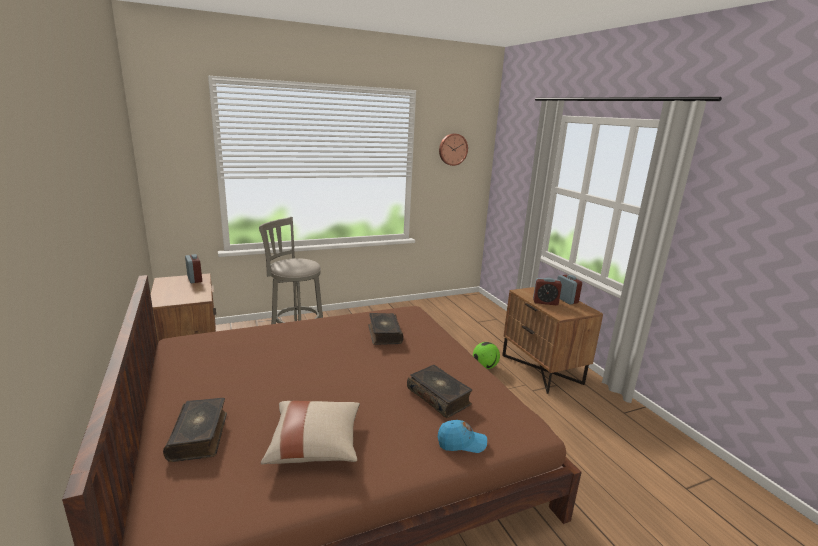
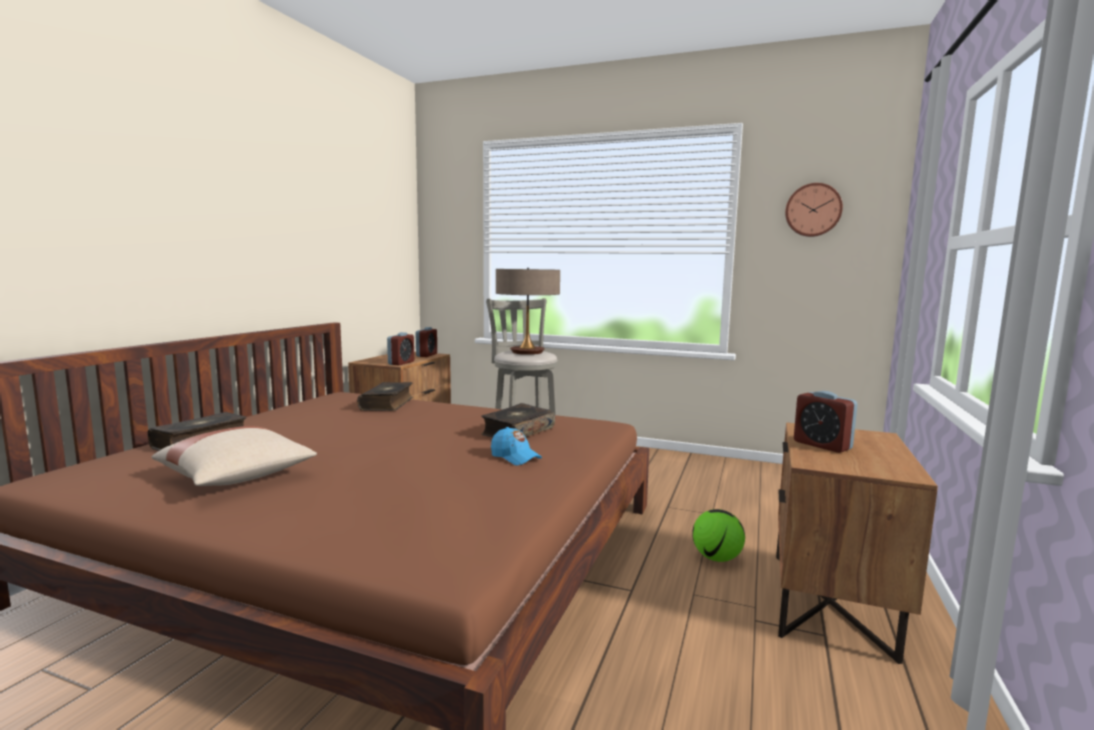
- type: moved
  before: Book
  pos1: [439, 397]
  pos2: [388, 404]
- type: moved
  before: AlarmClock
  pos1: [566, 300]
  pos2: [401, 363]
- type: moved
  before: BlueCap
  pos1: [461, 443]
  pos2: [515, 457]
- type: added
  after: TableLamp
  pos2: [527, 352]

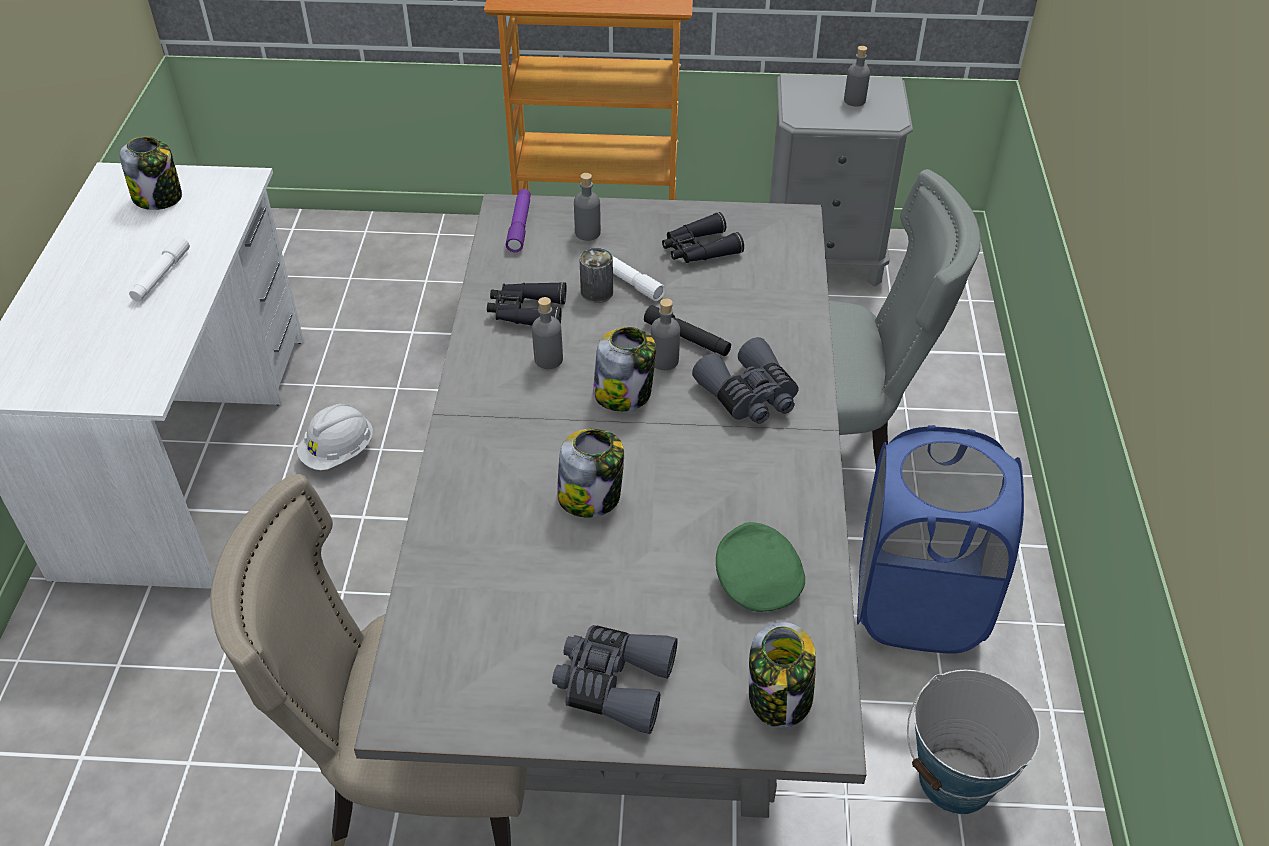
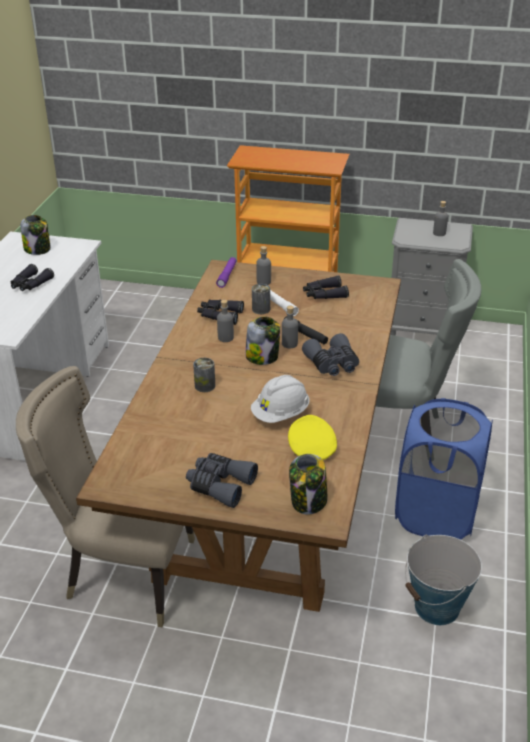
- type: replaced
  before: WhiteFlashlight
  after: BlackBinoculars
  pos1: [161, 276]
  pos2: [30, 284]
- type: recoloured
  before: GreyDiningTable
  after: BrownDiningTable
  pos1: [633, 603]
  pos2: [266, 495]
- type: added
  after: Can
  pos2: [205, 386]
- type: moved
  before: WhiteHardHat
  pos1: [338, 452]
  pos2: [281, 414]
- type: recoloured
  before: GreenCap
  after: YellowCap
  pos1: [755, 579]
  pos2: [311, 447]
- type: removed
  before: Jar
  pos1: [591, 497]

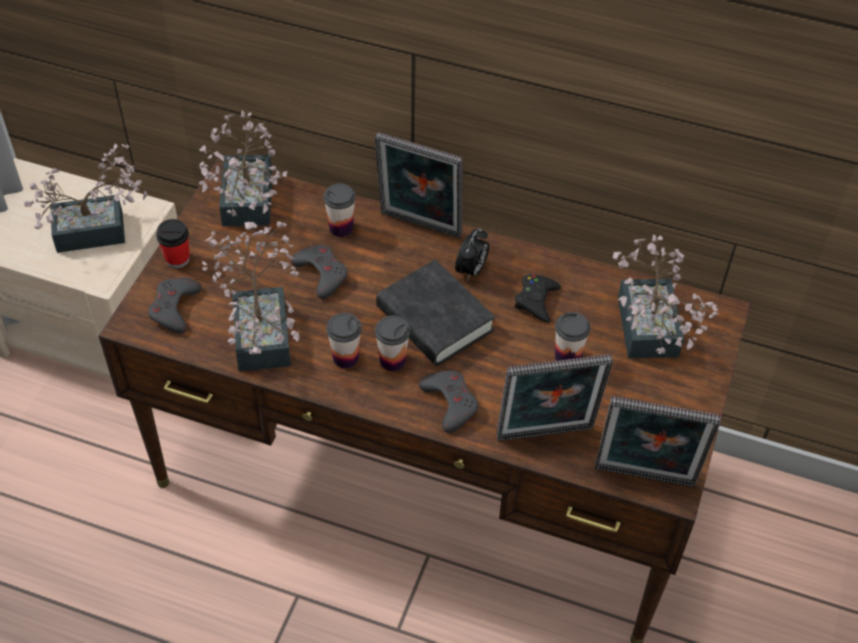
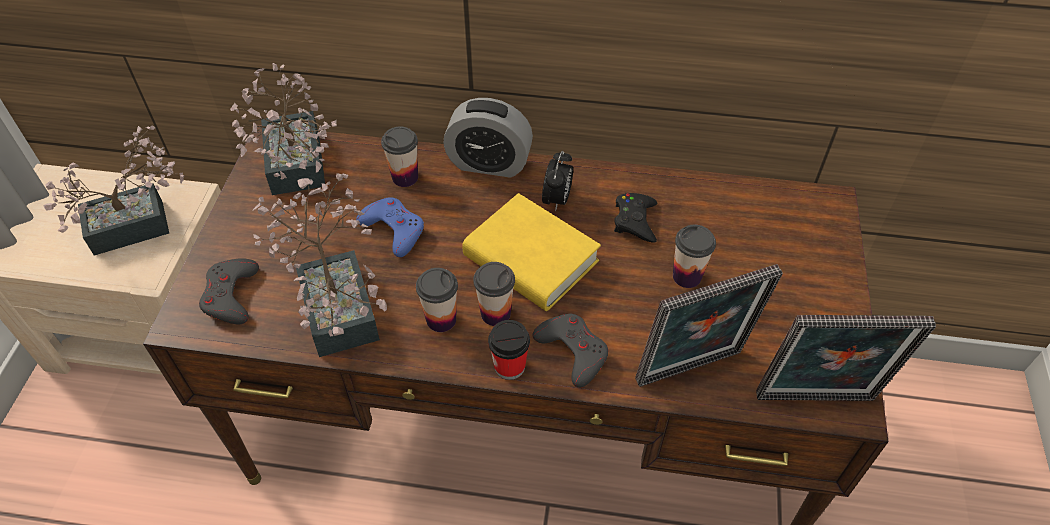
- type: recoloured
  before: GreyGameController
  after: BlueGameController
  pos1: [321, 274]
  pos2: [394, 229]
- type: replaced
  before: PictureFrame
  after: AlarmClock
  pos1: [419, 227]
  pos2: [489, 163]
- type: recoloured
  before: BlackBook
  after: YellowBook
  pos1: [434, 319]
  pos2: [531, 259]
- type: moved
  before: Cup
  pos1: [177, 259]
  pos2: [509, 366]
- type: removed
  before: PottedPlant
  pos1: [648, 335]

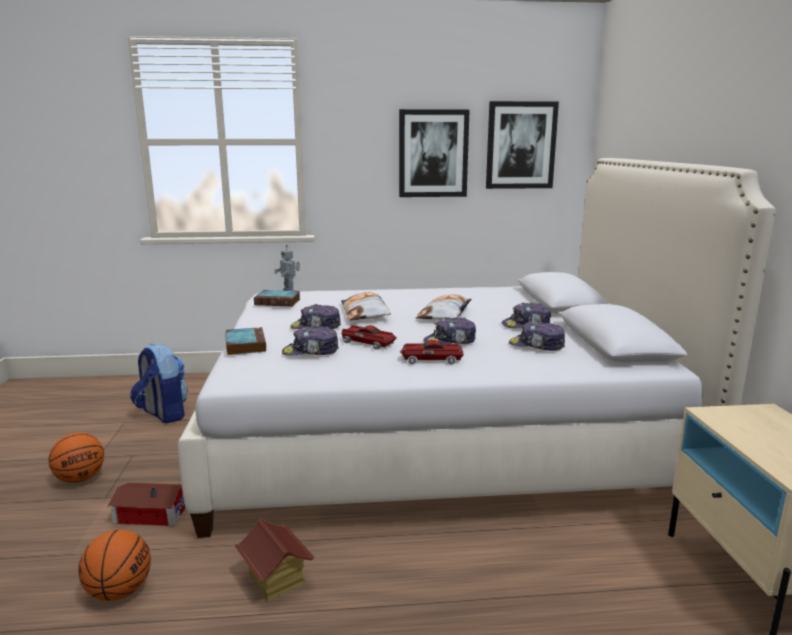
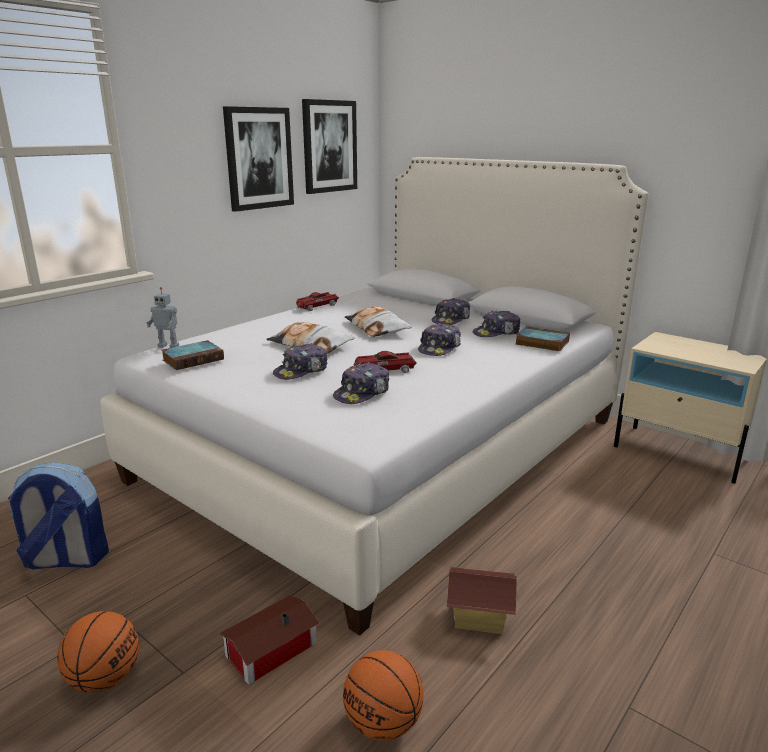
- type: moved
  before: ToyCar
  pos1: [431, 359]
  pos2: [317, 306]
- type: moved
  before: Book
  pos1: [245, 345]
  pos2: [540, 343]

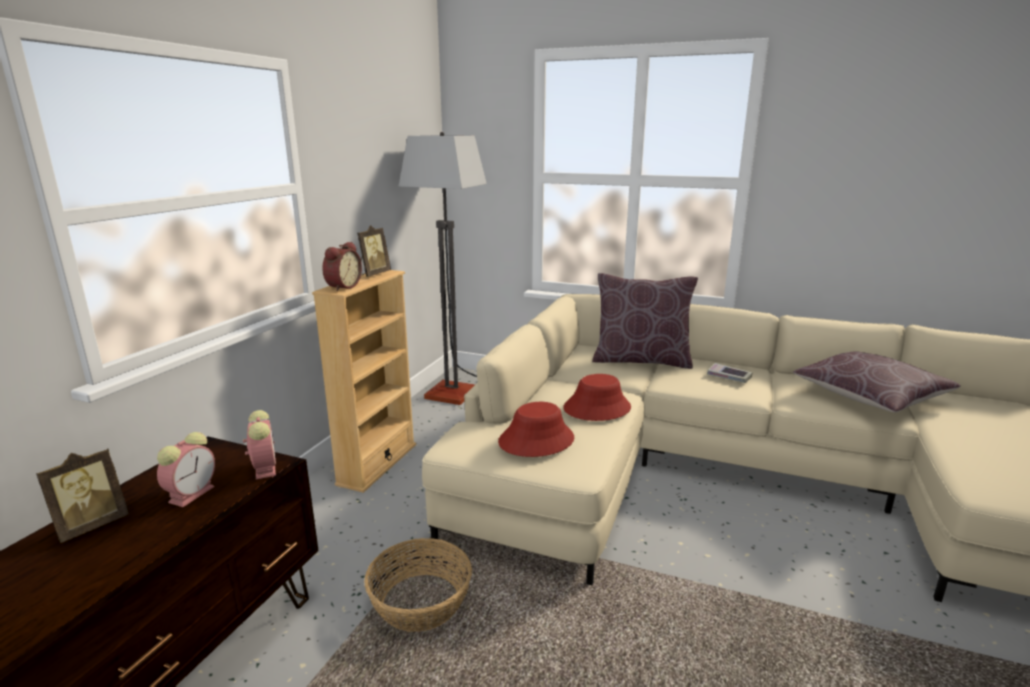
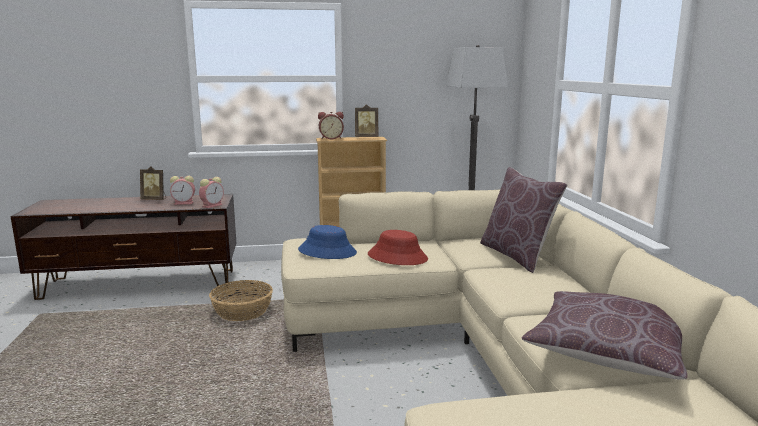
- type: recoloured
  before: RedHat
  after: BlueHat
  pos1: [536, 440]
  pos2: [327, 251]
- type: removed
  before: Book
  pos1: [729, 377]

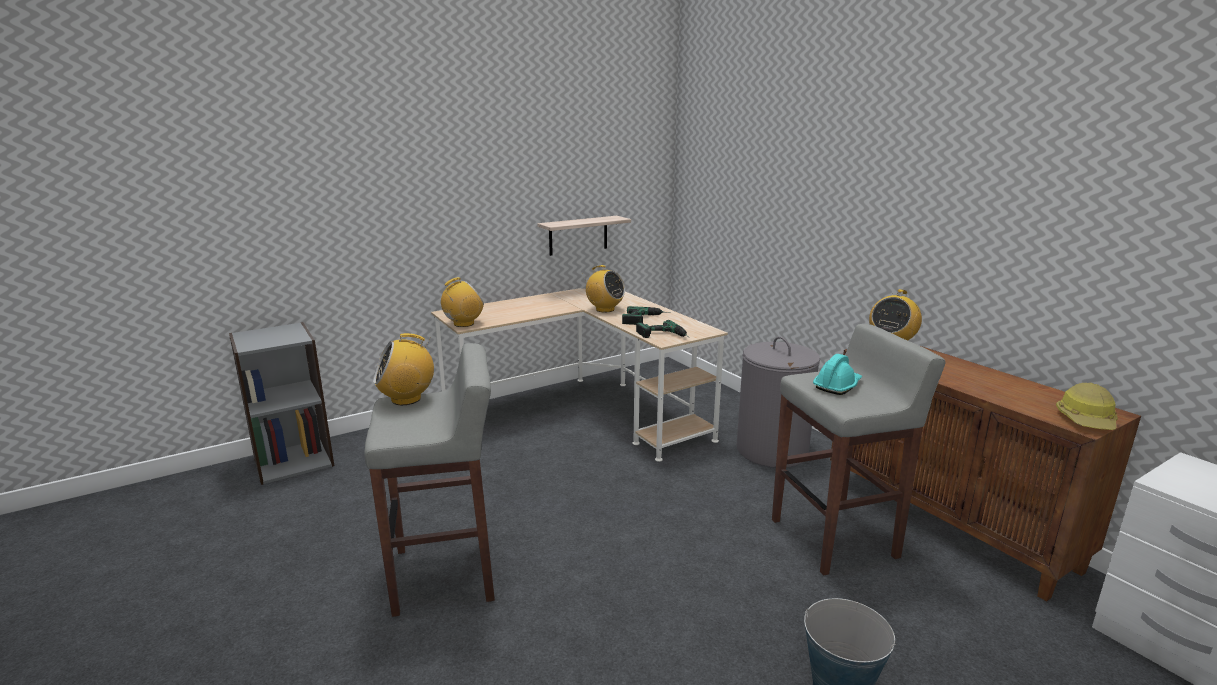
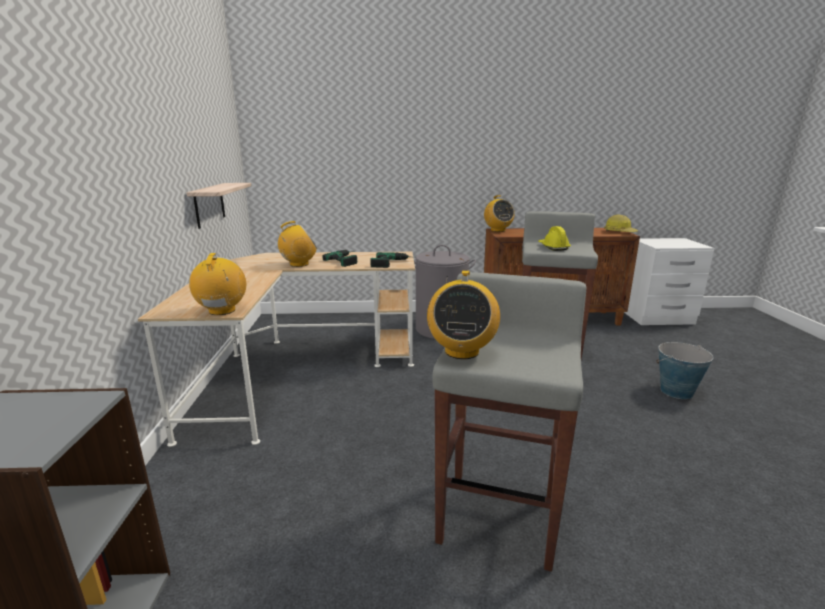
- type: recoloured
  before: TurquoiseHardHat
  after: YellowHardHat
  pos1: [837, 386]
  pos2: [553, 247]

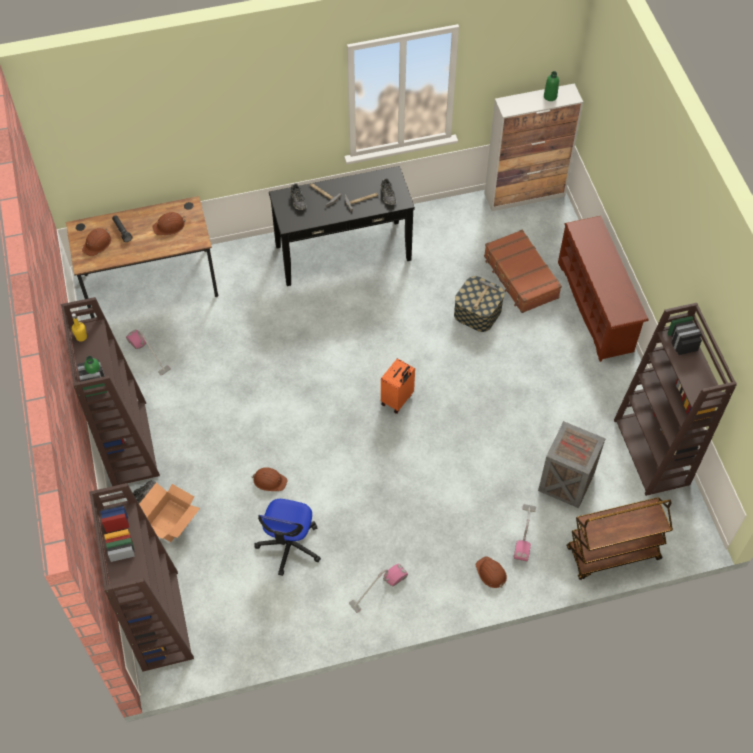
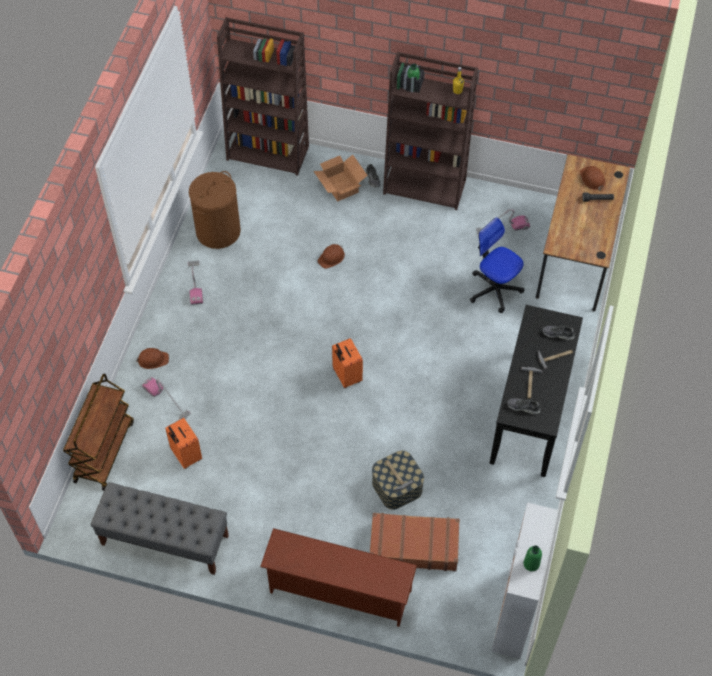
- type: replaced
  before: BrownBookcase
  after: GreyBench
  pos1: [652, 452]
  pos2: [164, 540]
- type: replaced
  before: Crate
  after: OrangeSuitcase
  pos1: [566, 483]
  pos2: [185, 456]
- type: added
  after: BrownLaundryBasket
  pos2: [218, 231]
- type: moved
  before: OfficeChair
  pos1: [289, 545]
  pos2: [495, 289]
- type: removed
  before: BrownHardHat
  pos1: [169, 226]

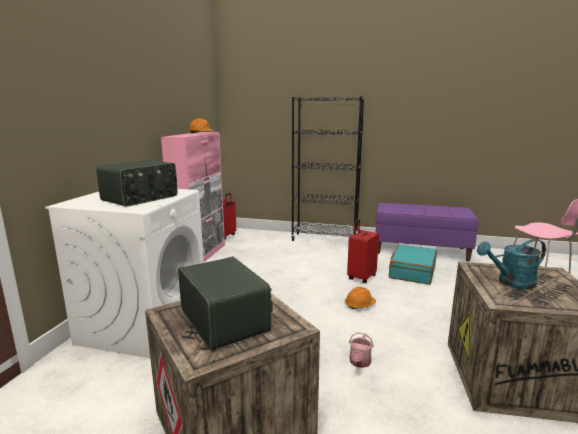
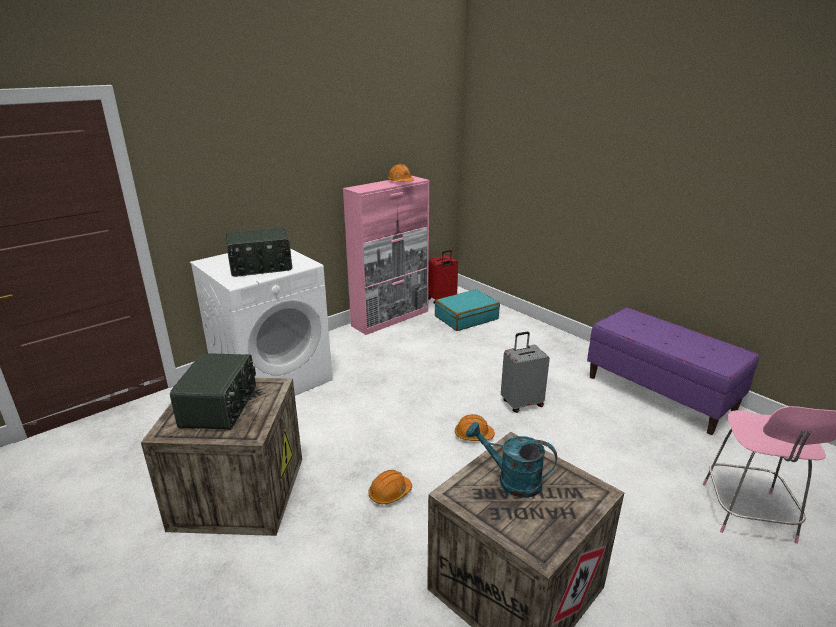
- type: replaced
  before: WateringCan
  after: OrangeHardHat
  pos1: [359, 363]
  pos2: [390, 493]
- type: moved
  before: TurquoiseSuitcase
  pos1: [412, 271]
  pos2: [466, 317]
- type: recoloured
  before: RedSuitcase
  after: GreySuitcase
  pos1: [361, 277]
  pos2: [521, 403]
- type: removed
  before: BlackBookcase
  pos1: [325, 239]

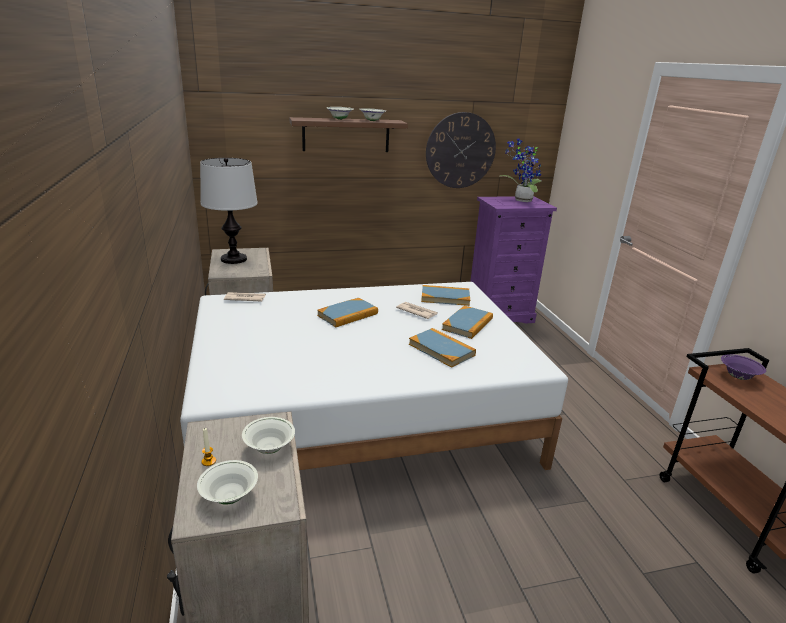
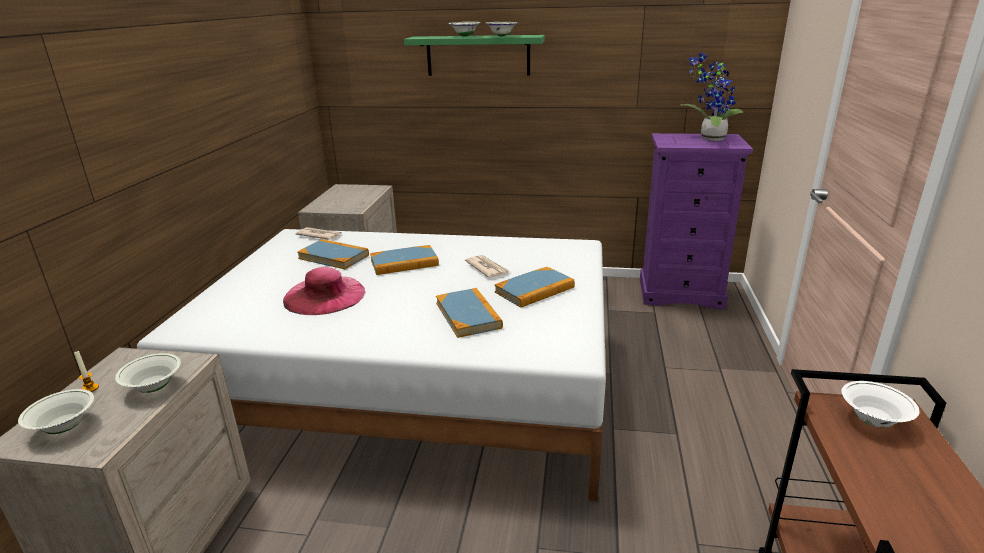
- type: added
  after: PinkHat
  pos2: [324, 295]
- type: moved
  before: Book
  pos1: [445, 297]
  pos2: [333, 257]
- type: recoloured
  before: BrownShelf
  after: GreenShelf
  pos1: [346, 135]
  pos2: [478, 55]
- type: recoloured
  before: PurpleBowl
  after: WhiteBowl
  pos1: [738, 377]
  pos2: [872, 421]
- type: removed
  before: TableLamp
  pos1: [233, 259]
- type: removed
  before: WallClock
  pos1: [460, 150]

